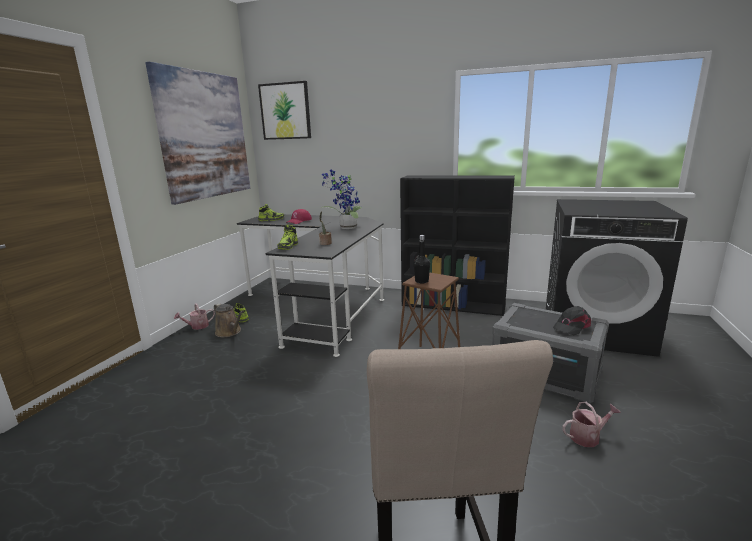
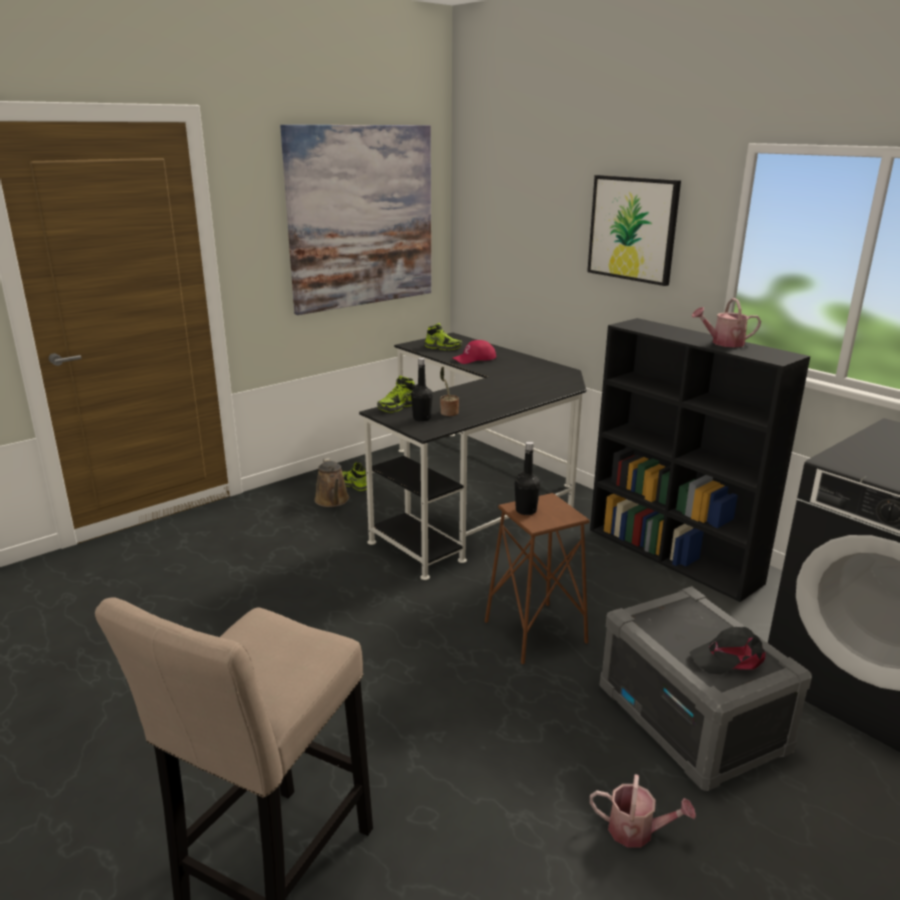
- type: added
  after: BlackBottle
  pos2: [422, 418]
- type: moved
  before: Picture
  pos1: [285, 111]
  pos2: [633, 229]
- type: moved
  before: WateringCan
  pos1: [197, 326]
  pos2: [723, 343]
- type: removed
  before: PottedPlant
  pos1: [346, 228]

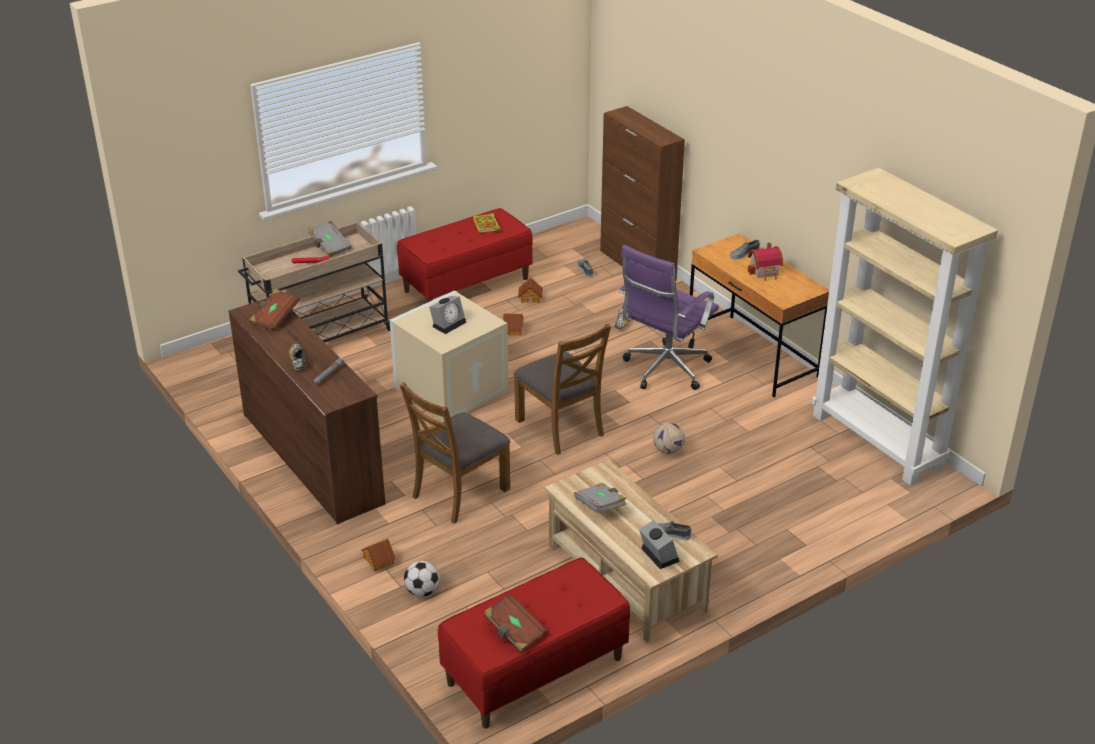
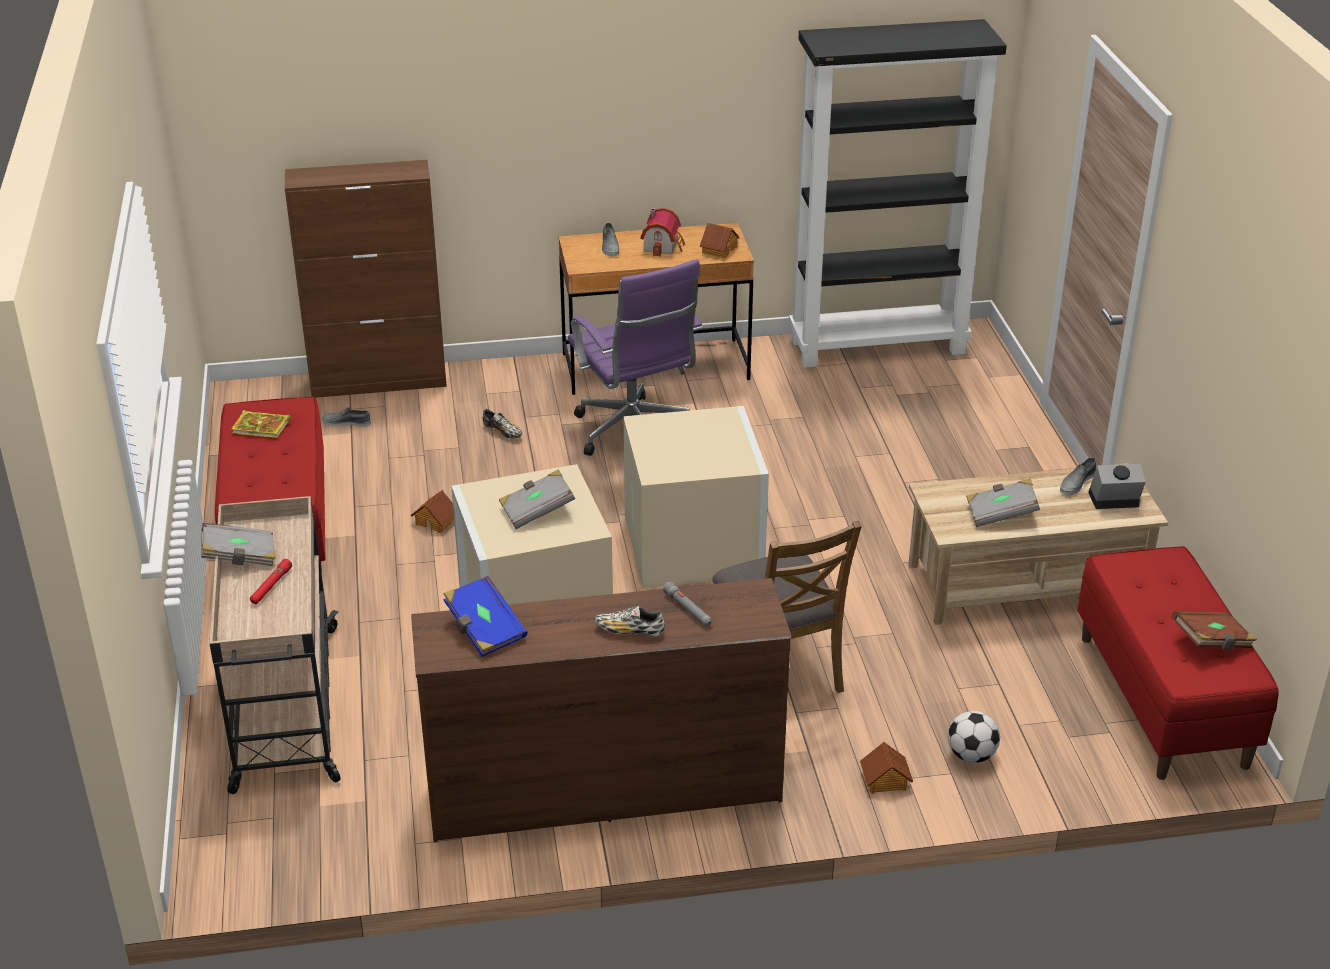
- type: recoloured
  before: BrownBook
  after: BlueBook
  pos1: [275, 318]
  pos2: [484, 630]
- type: replaced
  before: AlarmClock
  after: GreyBook
  pos1: [448, 323]
  pos2: [537, 511]
- type: replaced
  before: BrownChair
  after: BeigeStorageBox
  pos1: [561, 427]
  pos2: [695, 546]
- type: moved
  before: ToyHouse
  pos1: [530, 297]
  pos2: [719, 249]
- type: recoloured
  before: BeigeBookcase
  after: BlackBookcase
  pos1: [878, 442]
  pos2: [879, 346]
- type: removed
  before: Football
  pos1: [668, 451]

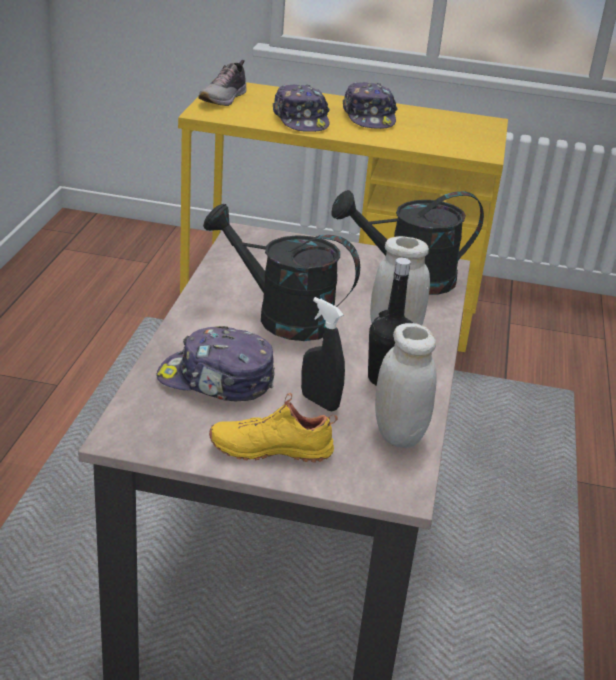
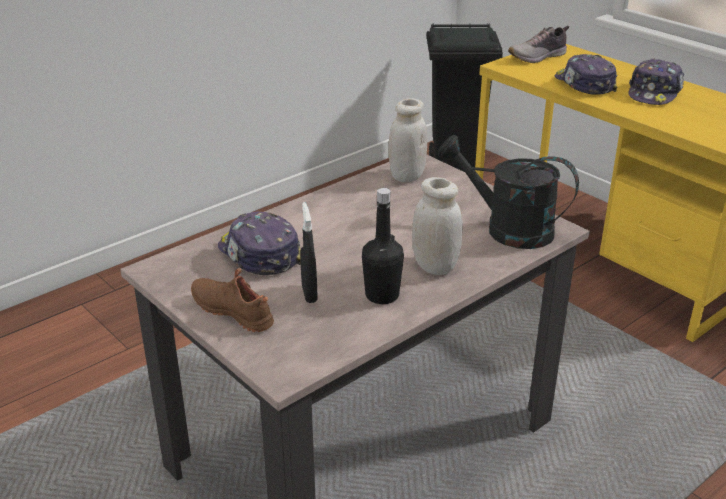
- type: recoloured
  before: YellowShoe
  after: BrownShoe
  pos1: [271, 448]
  pos2: [234, 311]
- type: moved
  before: WhiteJar
  pos1: [399, 434]
  pos2: [406, 176]
- type: added
  after: BlackTrashCan
  pos2: [456, 166]
- type: turned
  before: Cap
  pos1: [301, 120]
  pos2: [584, 85]
  turn: 135
- type: removed
  before: BlackWateringCan
  pos1: [282, 317]

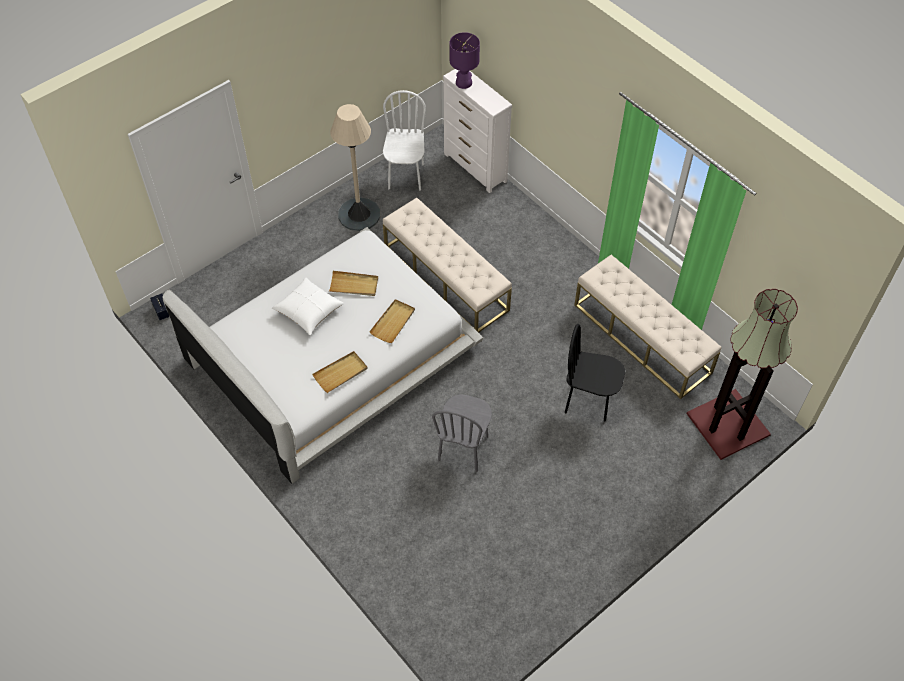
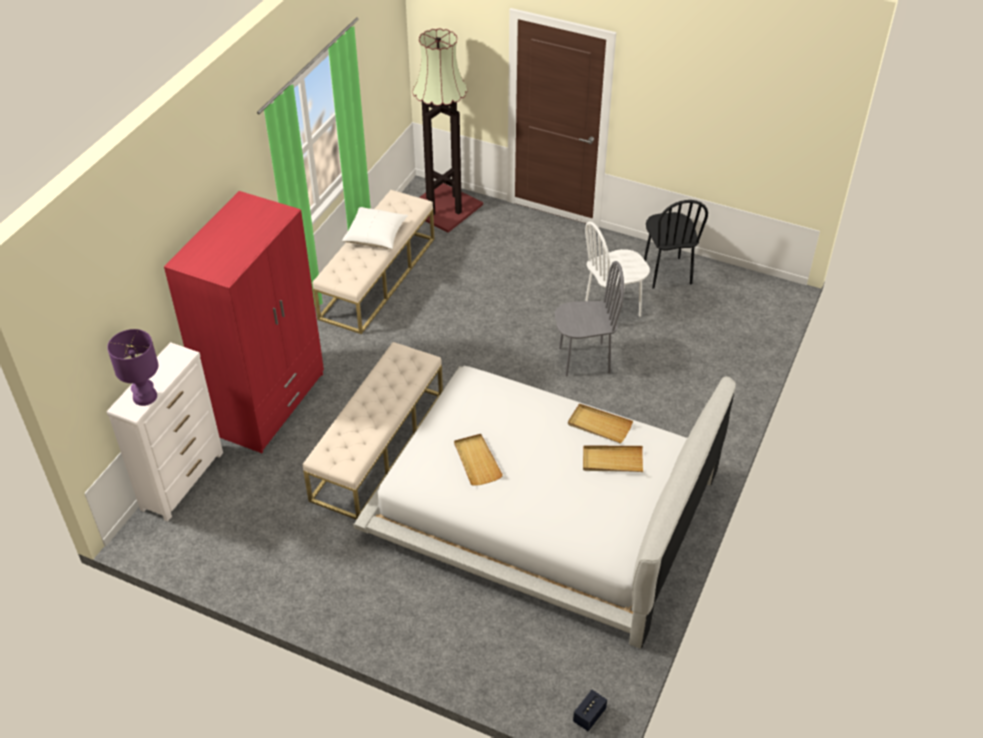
- type: added
  after: RedWardrobe
  pos2: [267, 403]
- type: moved
  before: WhitePillow
  pos1: [308, 311]
  pos2: [376, 235]
- type: moved
  before: BeigeTray
  pos1: [393, 322]
  pos2: [612, 461]
- type: moved
  before: WhiteChair
  pos1: [405, 176]
  pos2: [613, 309]
- type: moved
  before: BlackChair
  pos1: [588, 401]
  pos2: [666, 273]
- type: removed
  before: BeigeFloorLamp
  pos1: [359, 214]

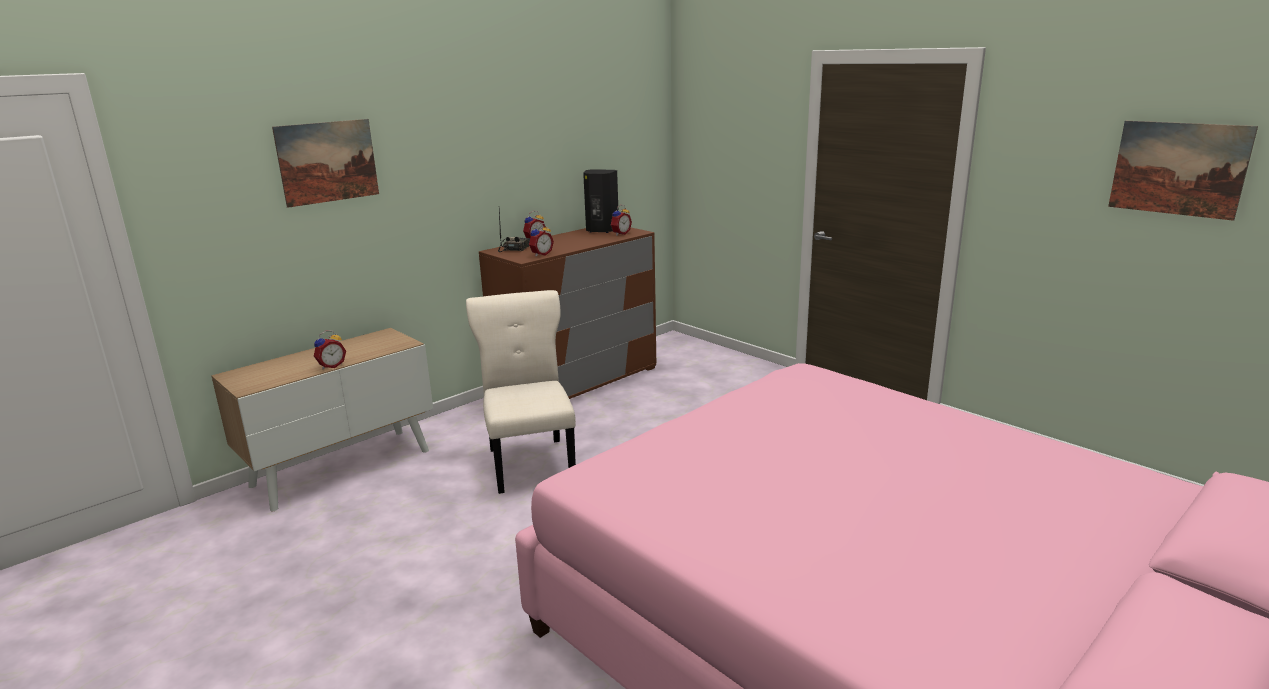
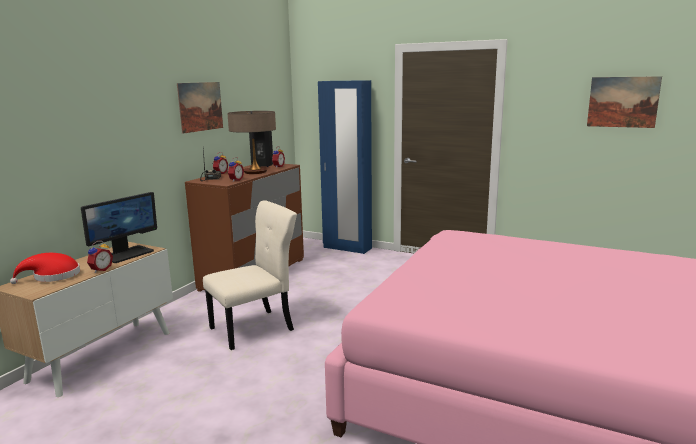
- type: added
  after: RedHat
  pos2: [53, 276]
- type: added
  after: Monitor
  pos2: [127, 254]
- type: moved
  before: Picture
  pos1: [328, 162]
  pos2: [200, 106]
- type: turned
  before: BeigeChair
  pos1: [531, 462]
  pos2: [255, 328]
  turn: 90
- type: added
  after: TableLamp
  pos2: [255, 172]
- type: added
  after: BlueWardrobe
  pos2: [347, 248]

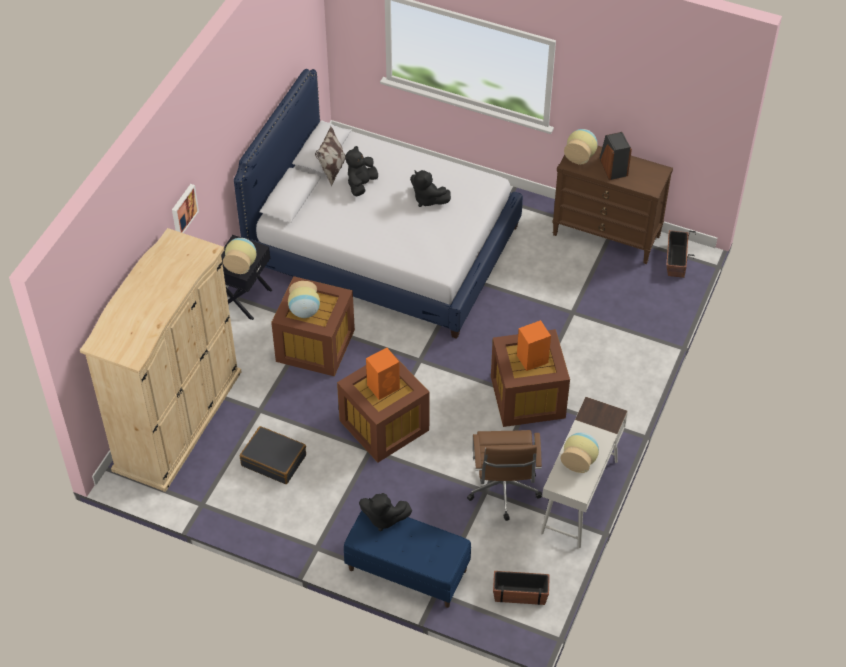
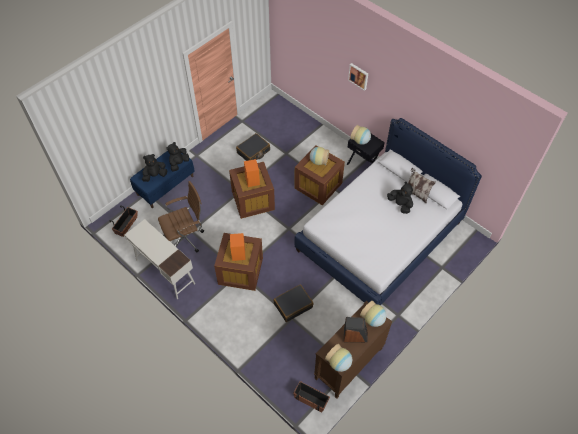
- type: moved
  before: BlackPlushToy
  pos1: [427, 199]
  pos2: [155, 175]
- type: turned
  before: BrownOfficeChair
  pos1: [503, 492]
  pos2: [186, 238]
  turn: 135
- type: added
  after: BlackSuitcase
  pos2: [293, 305]
- type: moved
  before: Vase
  pos1: [579, 460]
  pos2: [339, 363]
- type: removed
  before: BeigeWardrobe
  pos1: [177, 420]

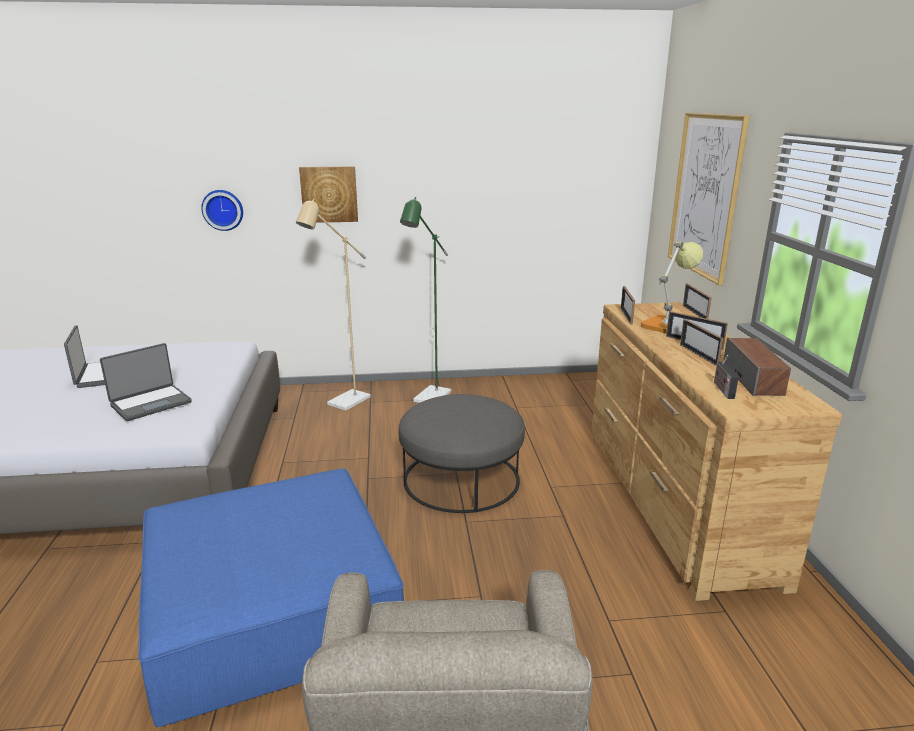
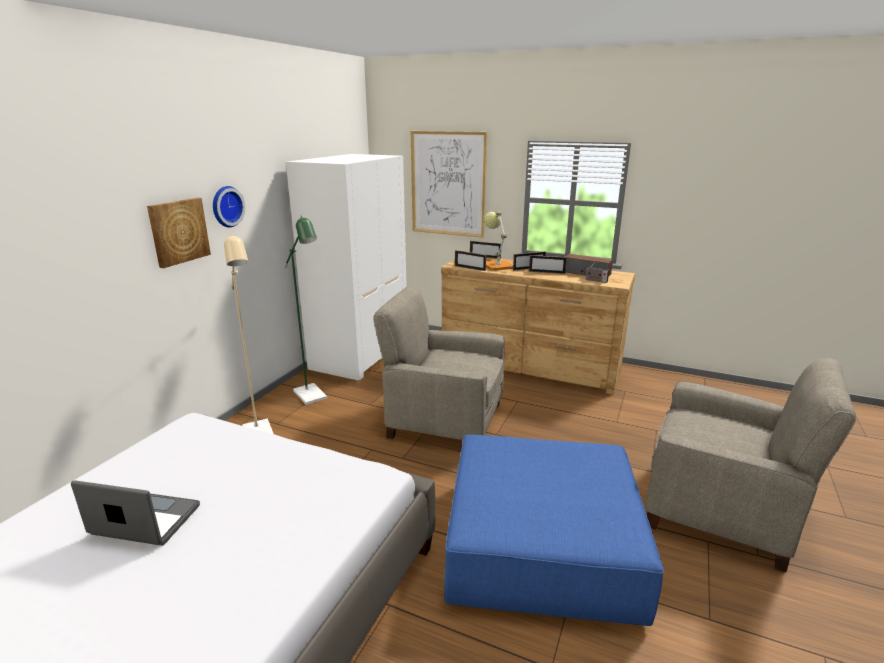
- type: moved
  before: WallClock
  pos1: [223, 209]
  pos2: [226, 206]
- type: added
  after: WhiteWardrobe
  pos2: [360, 355]
- type: replaced
  before: GreyOttoman
  after: BeigeArmchair
  pos1: [461, 479]
  pos2: [444, 420]
- type: removed
  before: Laptop
  pos1: [150, 403]

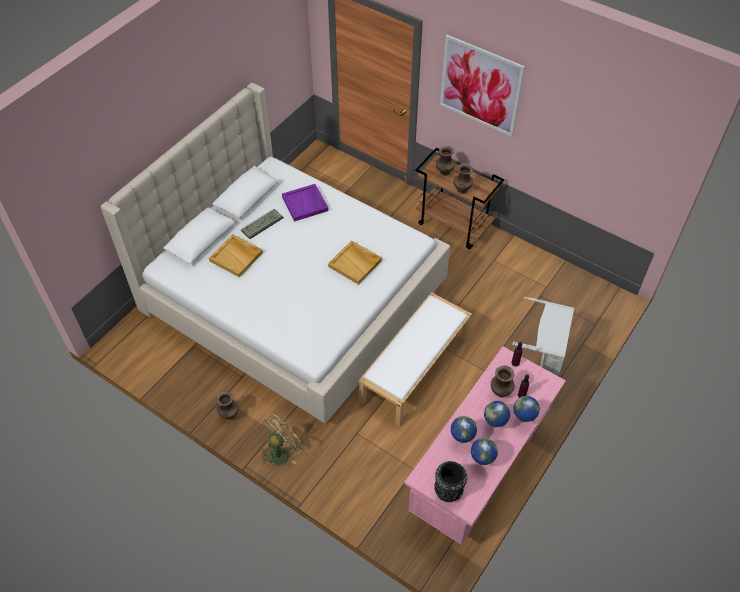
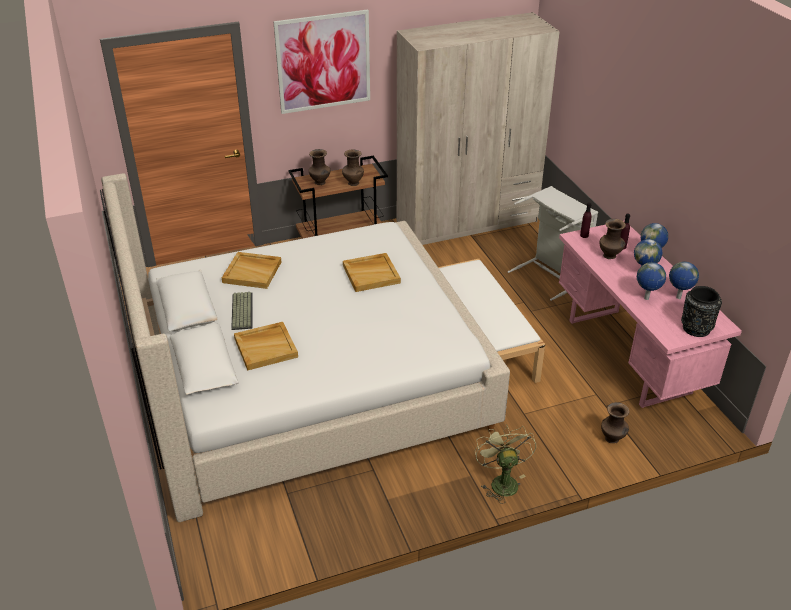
- type: recoloured
  before: PurpleTray
  after: BeigeTray
  pos1: [305, 204]
  pos2: [252, 272]
- type: added
  after: BeigeWardrobe
  pos2: [467, 221]
- type: moved
  before: BrownVase
  pos1: [229, 415]
  pos2: [612, 439]

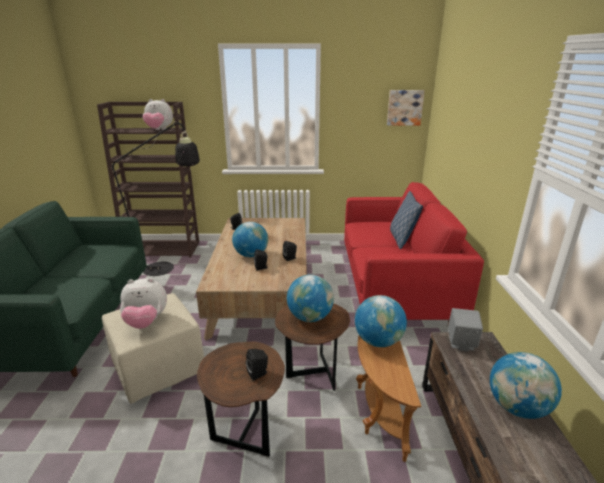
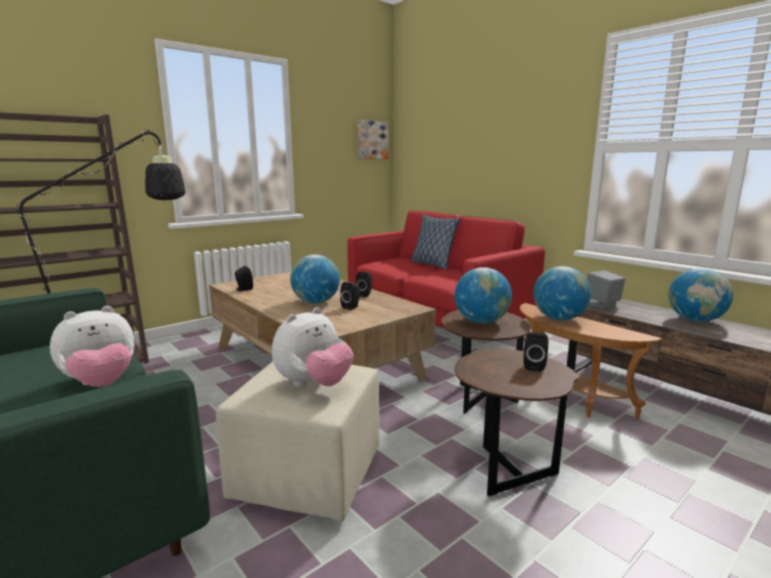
- type: moved
  before: PlushToy
  pos1: [159, 130]
  pos2: [101, 384]

